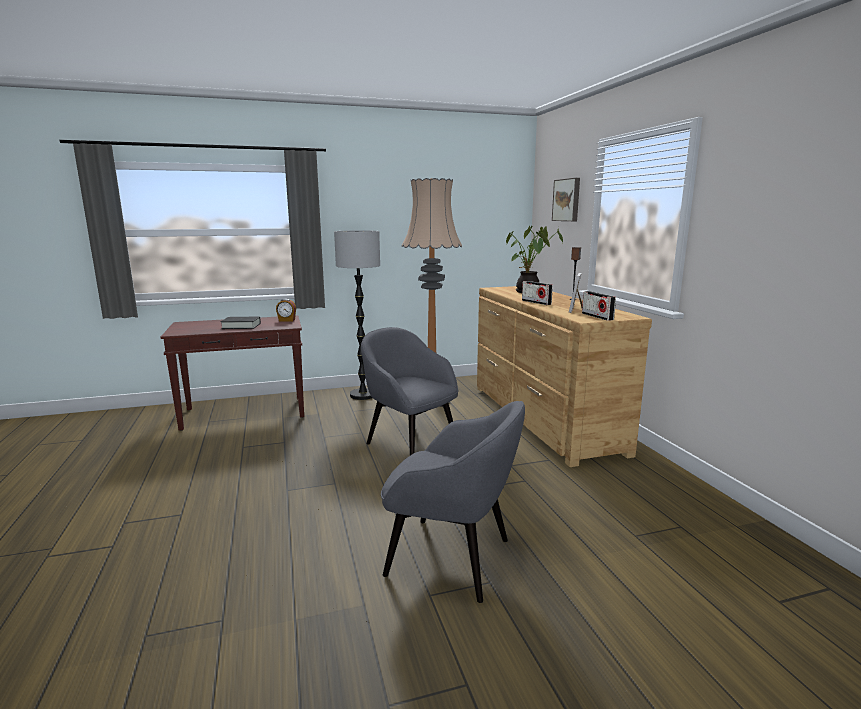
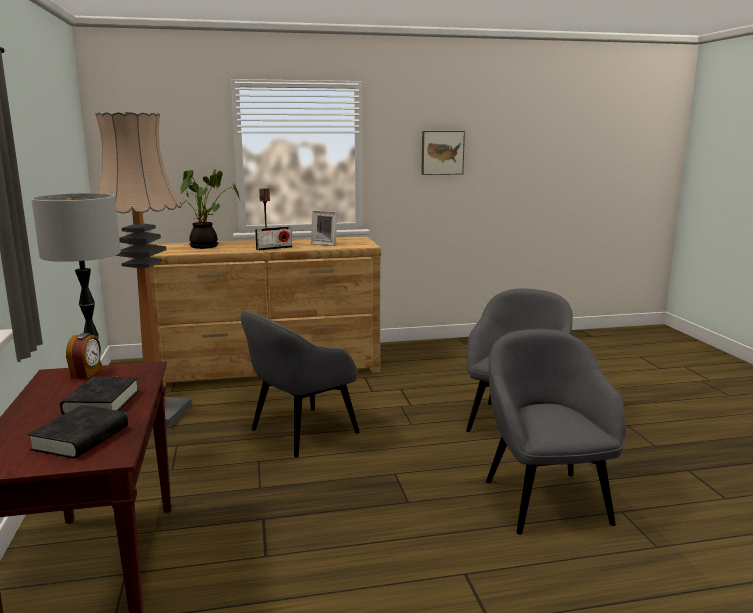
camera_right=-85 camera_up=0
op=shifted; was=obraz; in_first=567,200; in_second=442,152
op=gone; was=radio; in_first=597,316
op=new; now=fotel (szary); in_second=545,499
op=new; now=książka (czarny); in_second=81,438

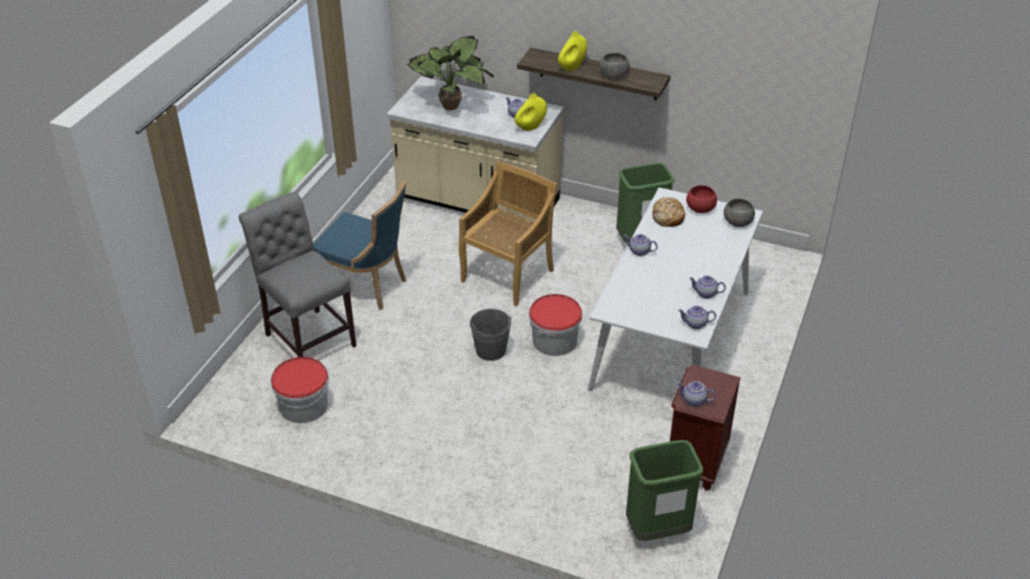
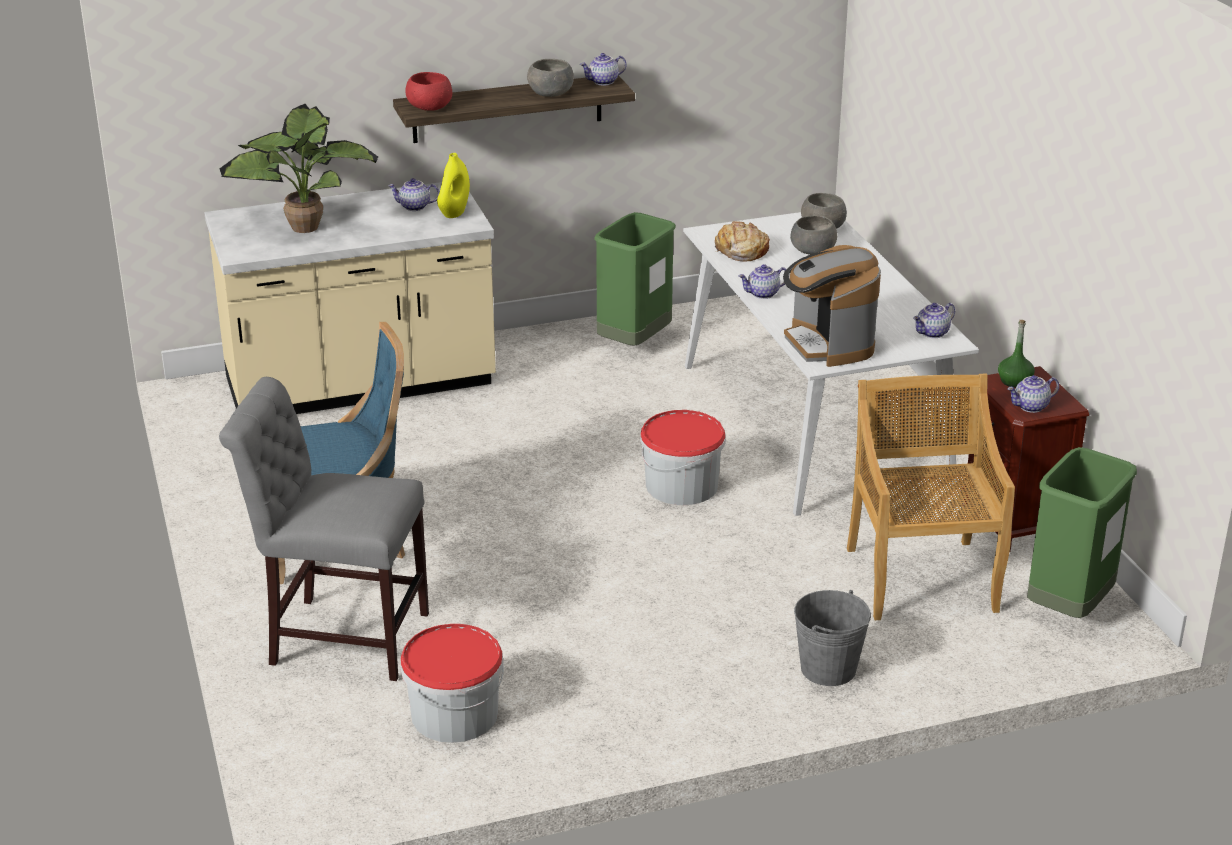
camera_right=-40 camera_up=-10
op=gone; was=wazon (żółty); in_first=572,67
op=shifted; was=krzesło (beżowy); in_first=508,275; in_second=921,578
op=shifted; was=miska (czerwony); in_first=700,208; in_second=430,107
op=shifted; was=imbryk; in_first=705,294; in_second=603,82
op=shifted; was=wiadro (szary); in_first=491,350; in_second=828,669
op=new; now=miska (szary); in_second=812,250
op=new; now=ekspres do kawy; in_second=828,344
op=new; now=butelka (zielony); in_second=1014,381

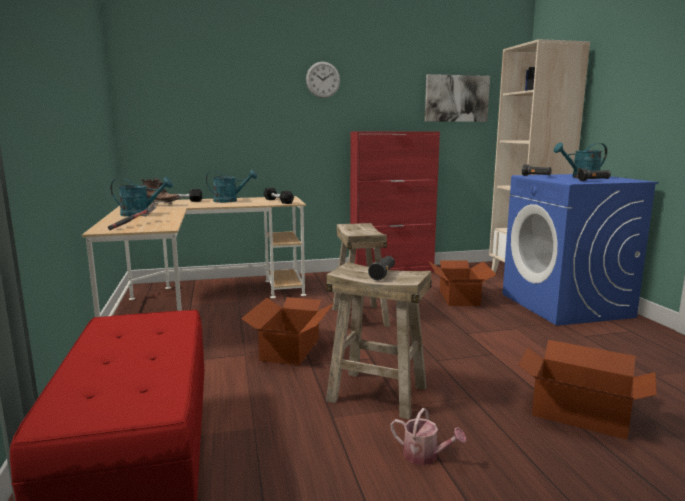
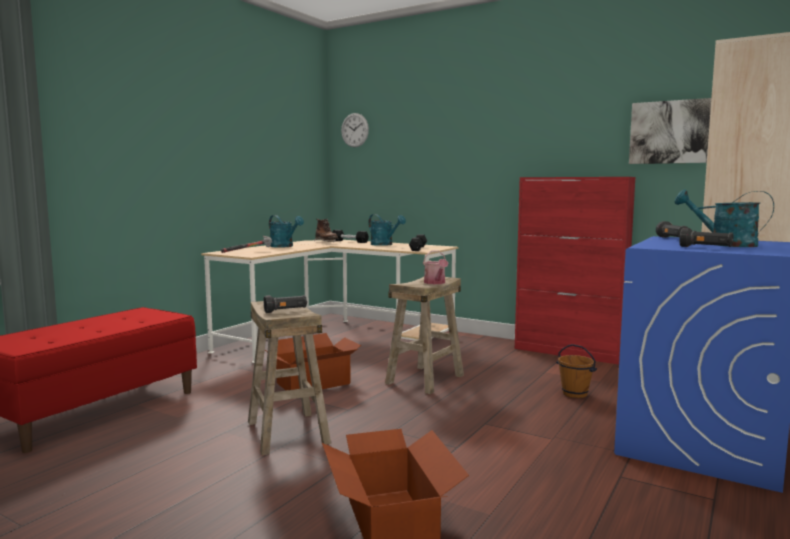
camera_right=45 camera_up=-5
op=shifted; was=zegar ścienny; in_first=323,80; in_second=354,130
op=swapped; was=karton; now=wiadro (brązowy); in_first=459,297; in_second=575,394
op=shifted; was=konewka; in_first=425,456; in_second=435,283

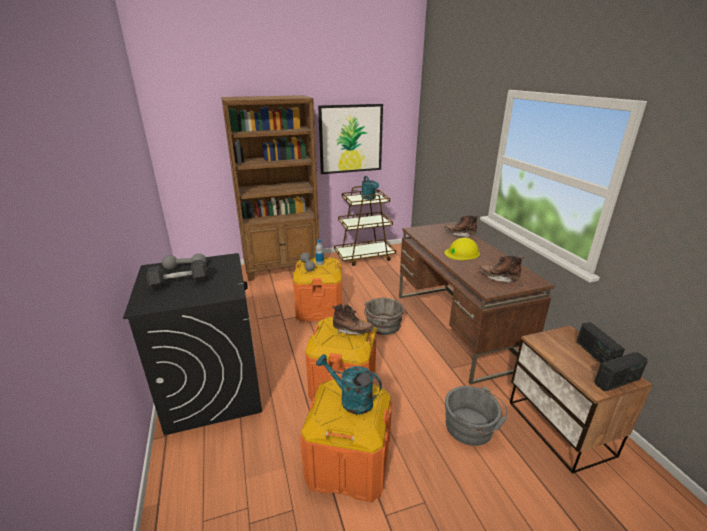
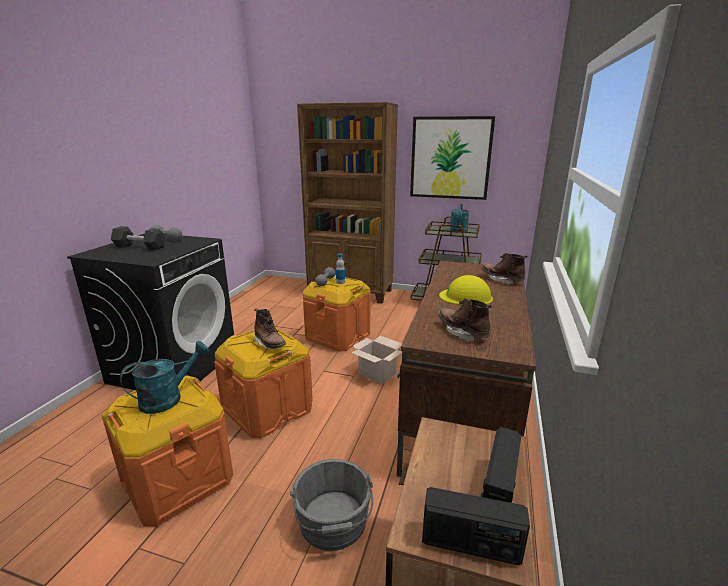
camera_right=35 camera_up=-5
op=swapped; was=wiadro (szary); now=karton; in_first=383,326; in_second=378,374
op=rotated; was=konewka (turkusowy); in_first=351,400; in_second=168,398; clockwise=75

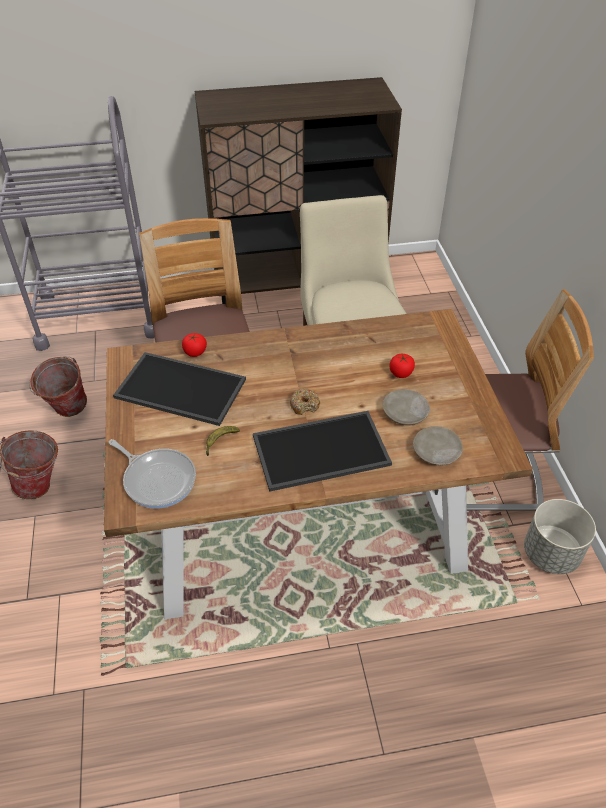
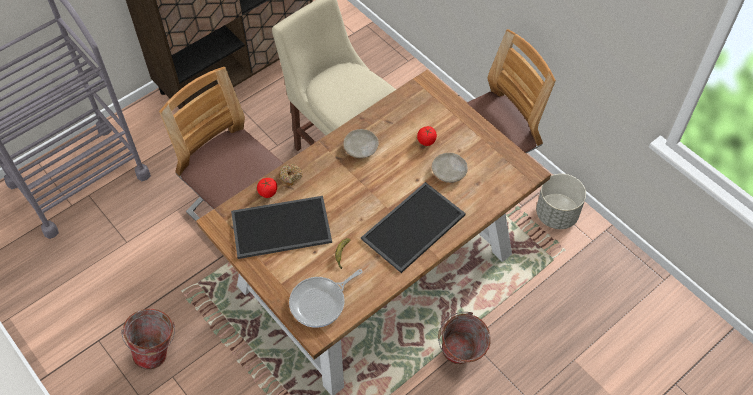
camera_right=-30 camera_up=10
op=shifted; was=wiadro; in_first=66,411; in_second=460,357
op=shifted; was=donut; in_first=305,405; in_second=290,176
op=shifted; was=talerz (beżowy); in_first=436,452; in_second=361,148
op=rotated; was=patelnia; in_first=157,479; in_second=320,302; clockwise=135

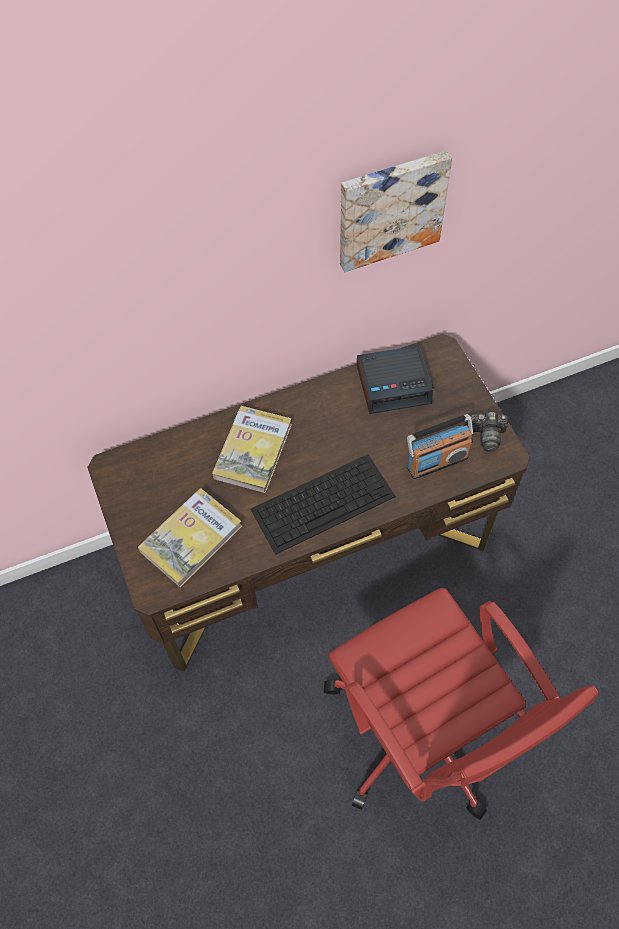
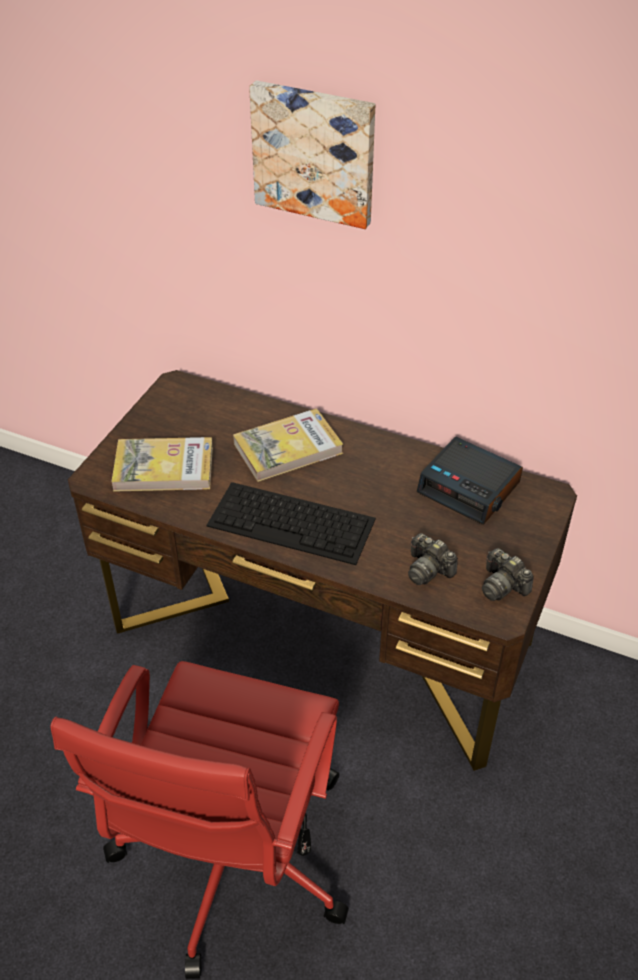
camera_right=45 camera_up=-15
op=shifted; was=obraz; in_first=390,209; in_second=315,152
op=swapped; was=radio; now=aparat fotograficzny; in_first=437,462; in_second=428,569

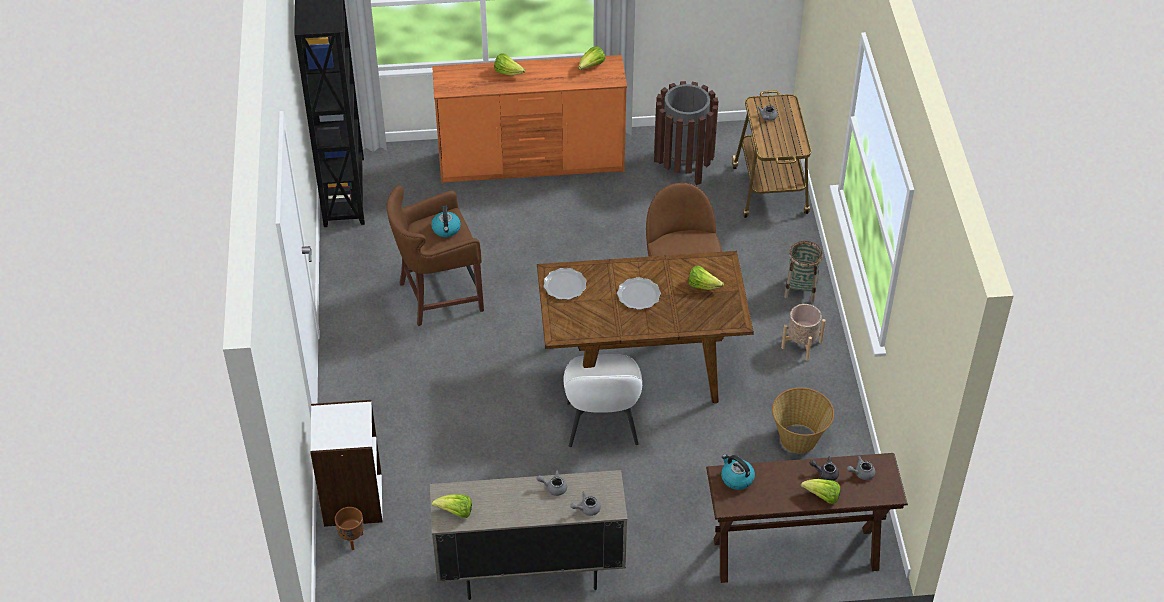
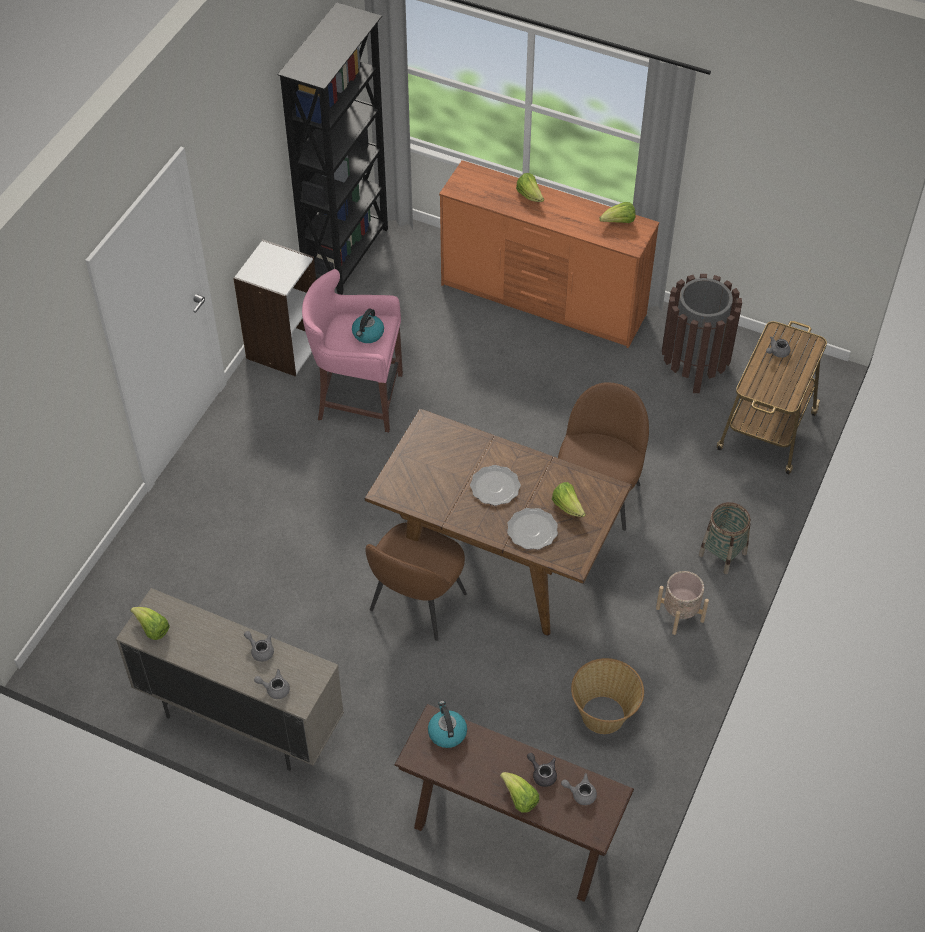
camera_right=30 camera_up=5
op=repainted; was=stołek (brązowy); now=stołek (różowy); in_first=438,296; in_second=357,398
op=shifted; was=talerz; in_first=565,286; in_second=532,530
op=repainted; was=krzesło (biały); now=krzesło (brązowy); in_first=602,426; in_second=416,604
op=shifted; was=regał (biały); in_first=352,500; in_second=283,347
op=gone; was=donica (brązowy); in_first=351,539

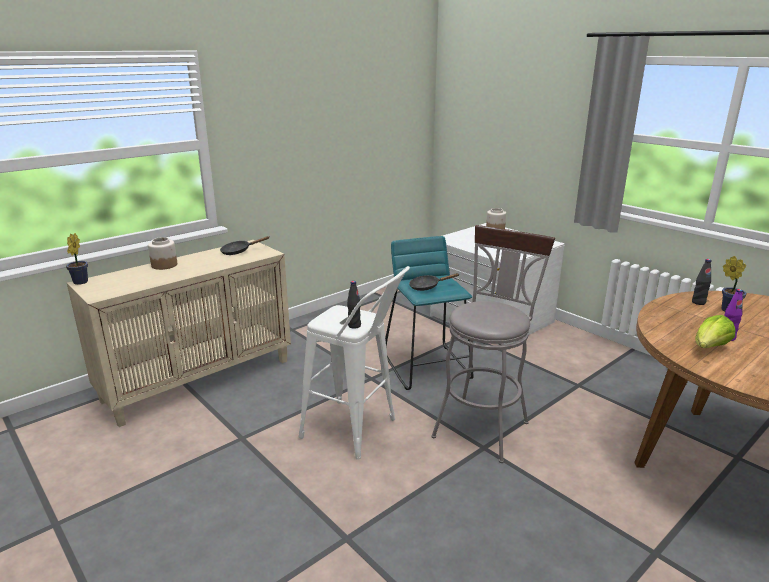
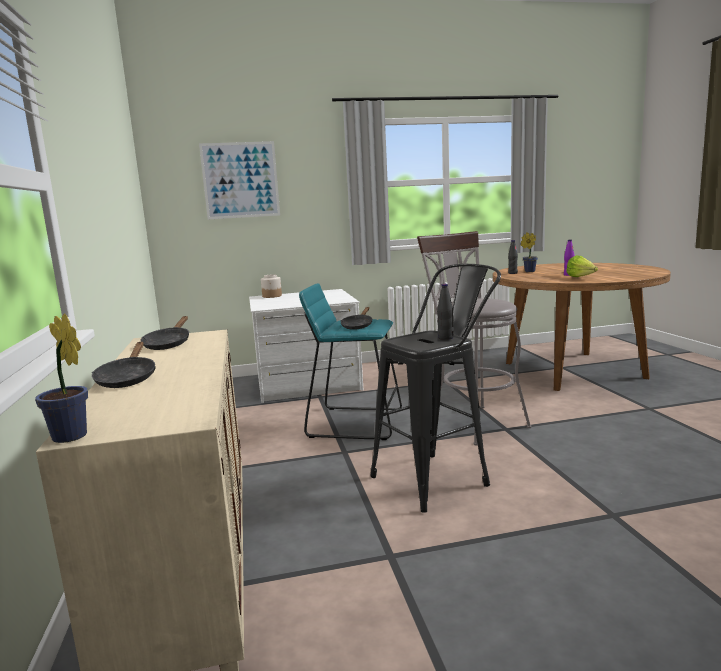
camera_right=-60 camera_up=-10
op=swapped; was=słoik; now=patelnia (czarny); in_first=164,265; in_second=127,379
op=repainted; was=stołek (biały); now=stołek (czarny); in_first=357,432; in_second=439,478
op=new; now=obraz; in_second=240,180

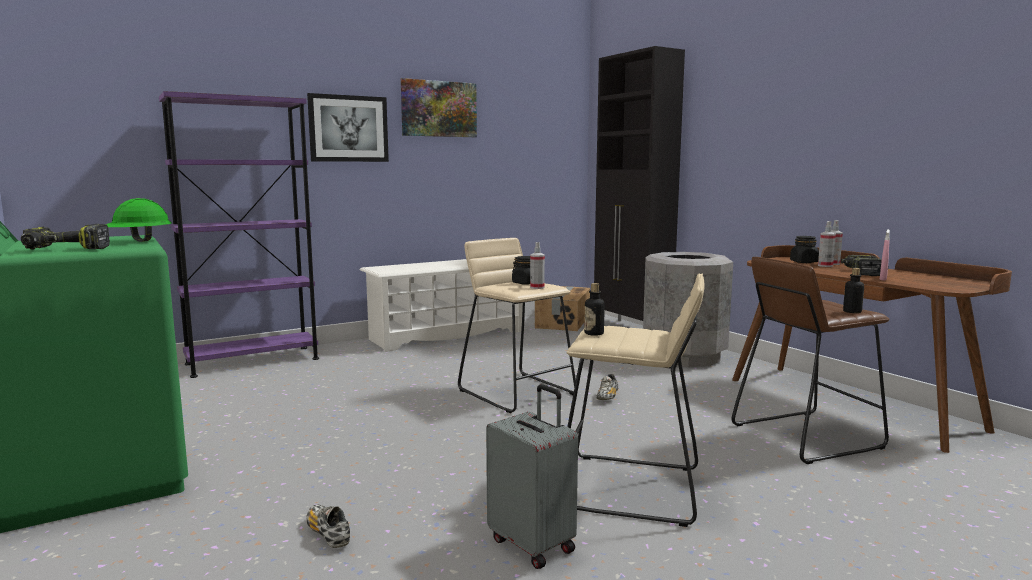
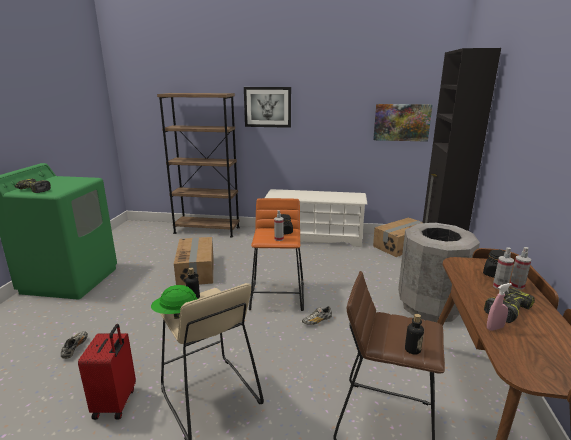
camera_right=40 camera_up=10
op=shifted; was=obraz; in_first=439,109; in_second=401,122
op=repainted; was=regał (fioletowy); now=regał (brązowy); in_first=253,361; in_second=207,230
op=shifted; was=kask (zielony); in_first=138,241; in_second=176,313
op=repainted; was=stołek (beżowy); now=stołek (pomarańczowy); in_first=517,392; in_second=278,296
op=repainted; was=walizka (szary); now=walizka (czerwony); in_first=533,544; in_second=116,403
op=new; now=karton; in_second=196,270

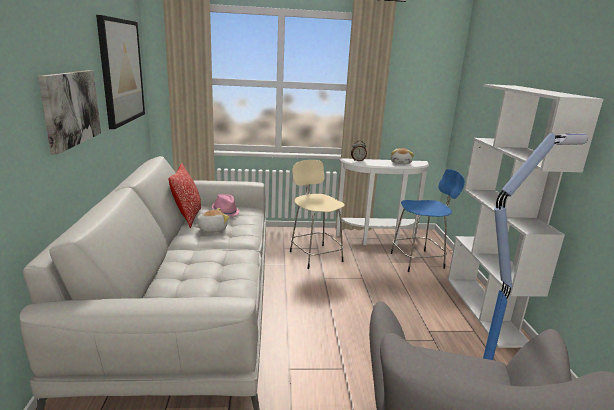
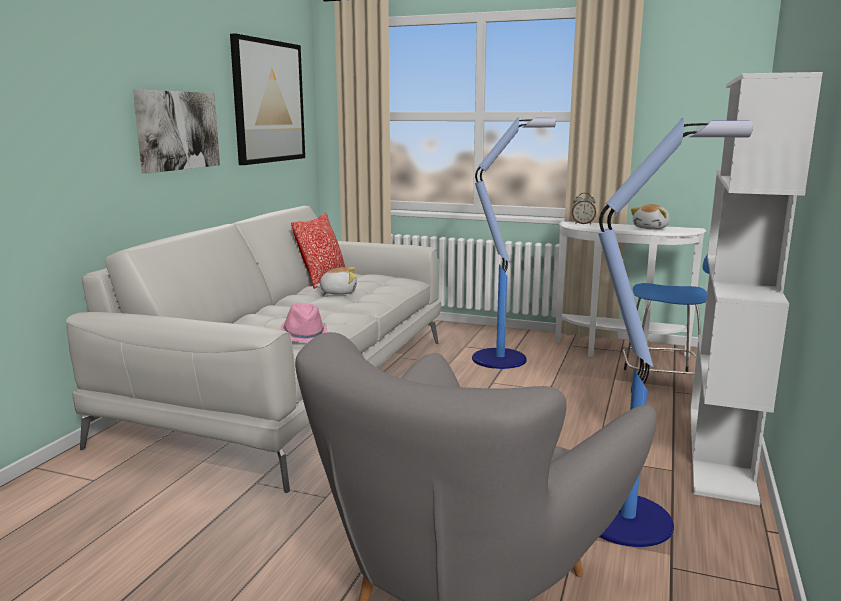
camera_right=25 camera_up=-5
op=swapped; was=stołek (beżowy); now=lampa stojąca; in_first=315,255; in_second=501,359
op=shifted; was=kapelusz (różowy); in_first=225,212; in_second=304,335

